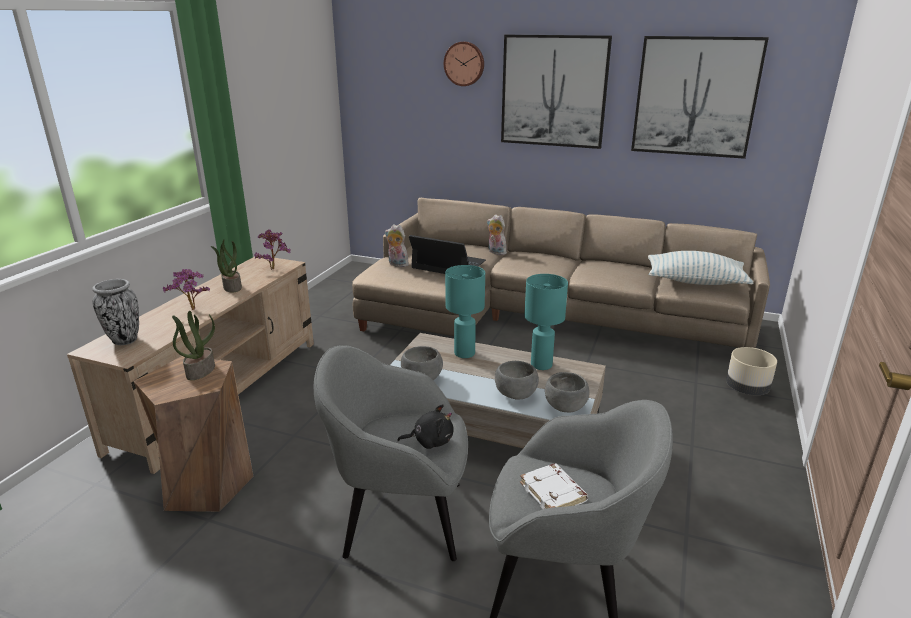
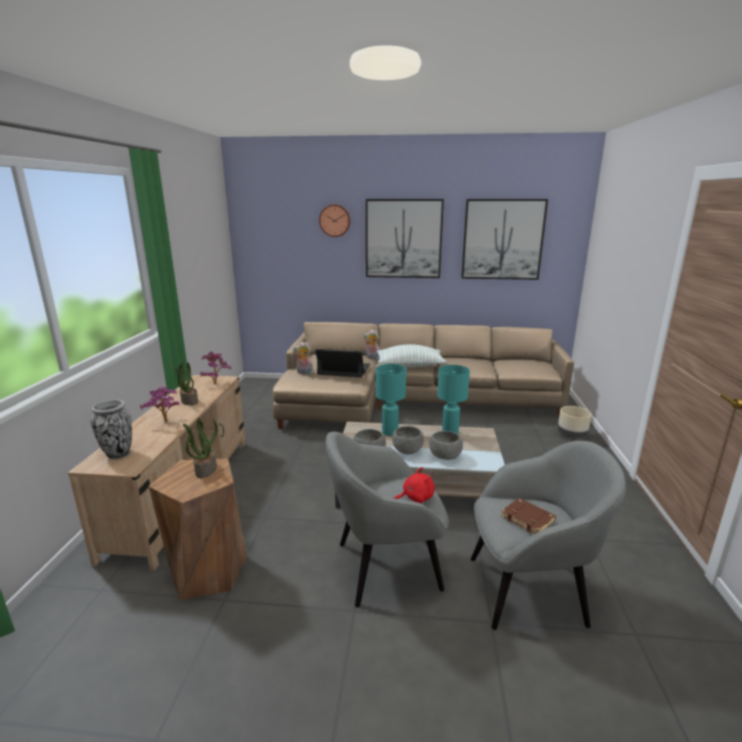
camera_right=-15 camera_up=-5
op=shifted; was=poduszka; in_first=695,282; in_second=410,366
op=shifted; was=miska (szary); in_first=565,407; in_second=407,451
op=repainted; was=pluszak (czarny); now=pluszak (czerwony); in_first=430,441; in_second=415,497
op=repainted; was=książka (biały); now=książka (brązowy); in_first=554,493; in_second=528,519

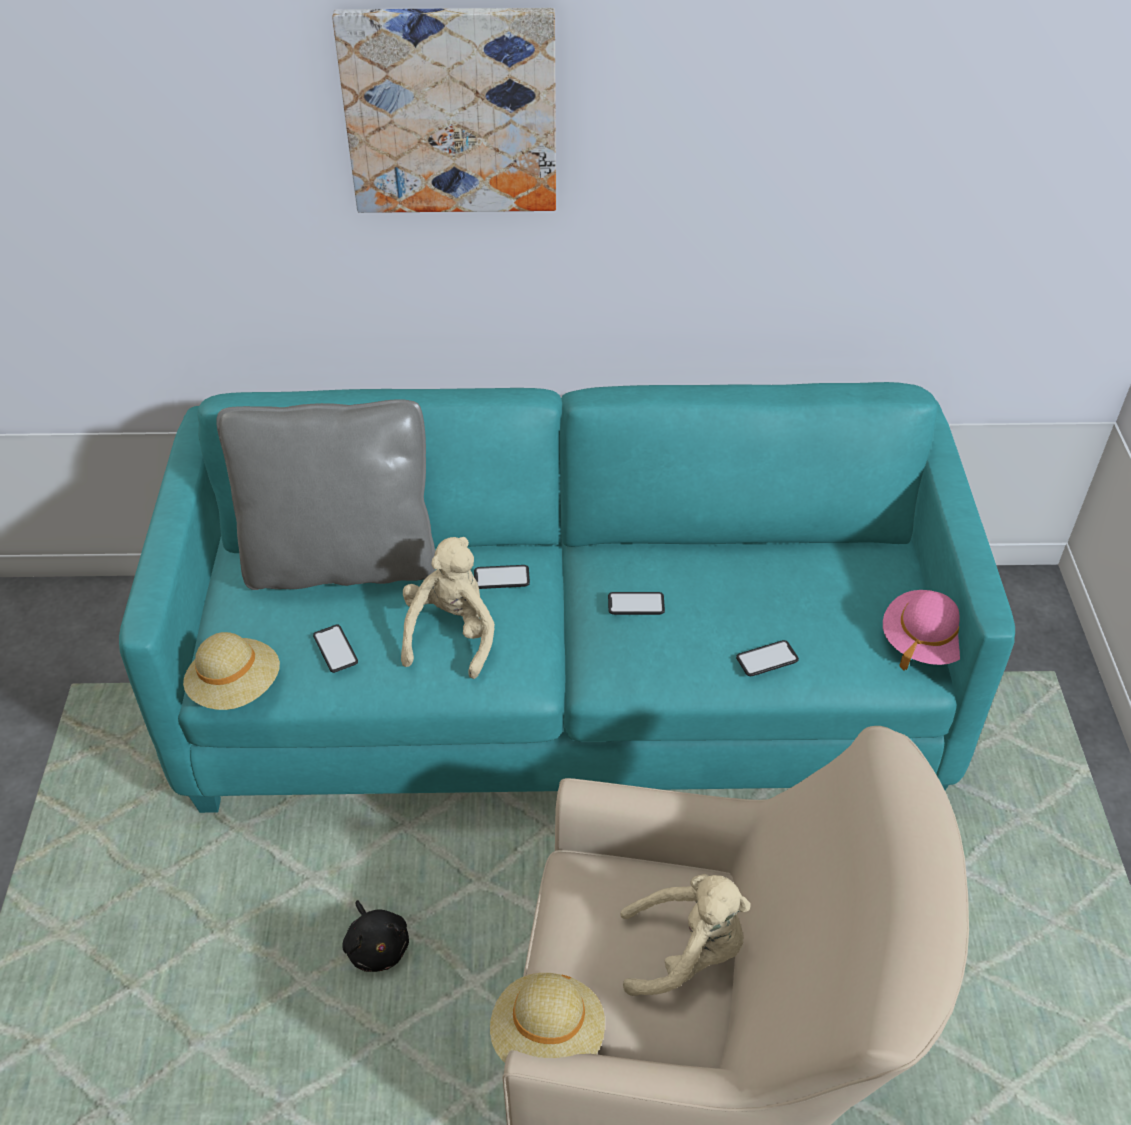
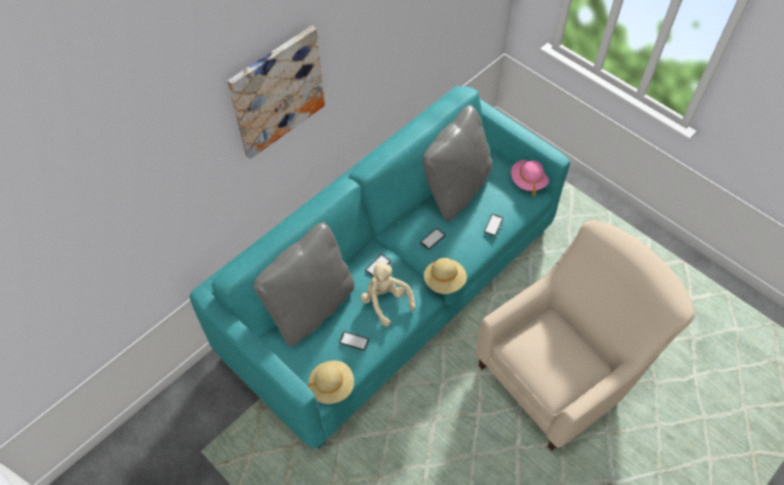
camera_right=-45 camera_up=10
op=gone; was=pluszak (beżowy); in_first=686,952
op=gone; was=pluszak (czarny); in_first=377,946
op=shifted; was=kapelusz (beżowy); in_first=548,1037; in_second=444,281
op=new; now=poduszka (szary); in_second=456,189

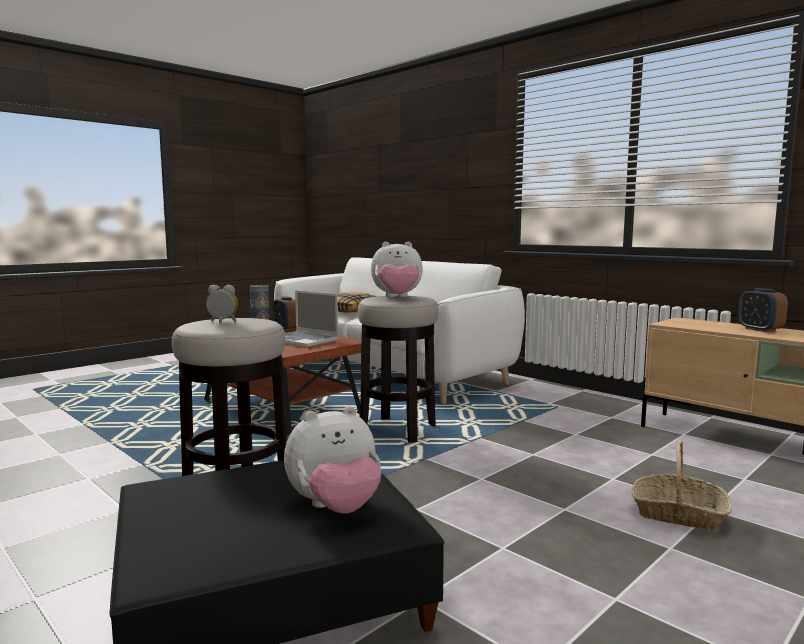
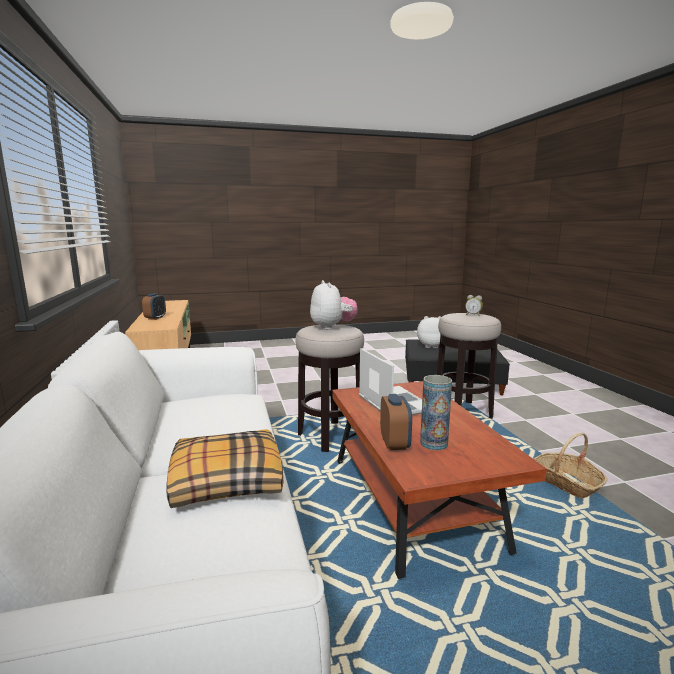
camera_right=-150 camera_up=5
op=rotated; was=pluszak; in_first=397,297; in_second=332,327; clockwise=45
op=shifted; was=koszyk; in_first=678,514; in_second=566,482

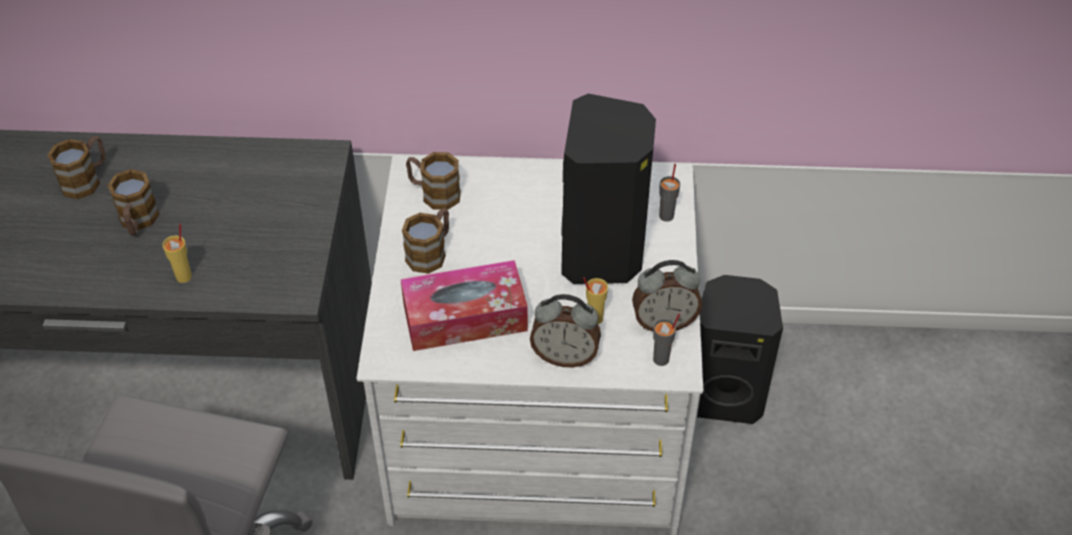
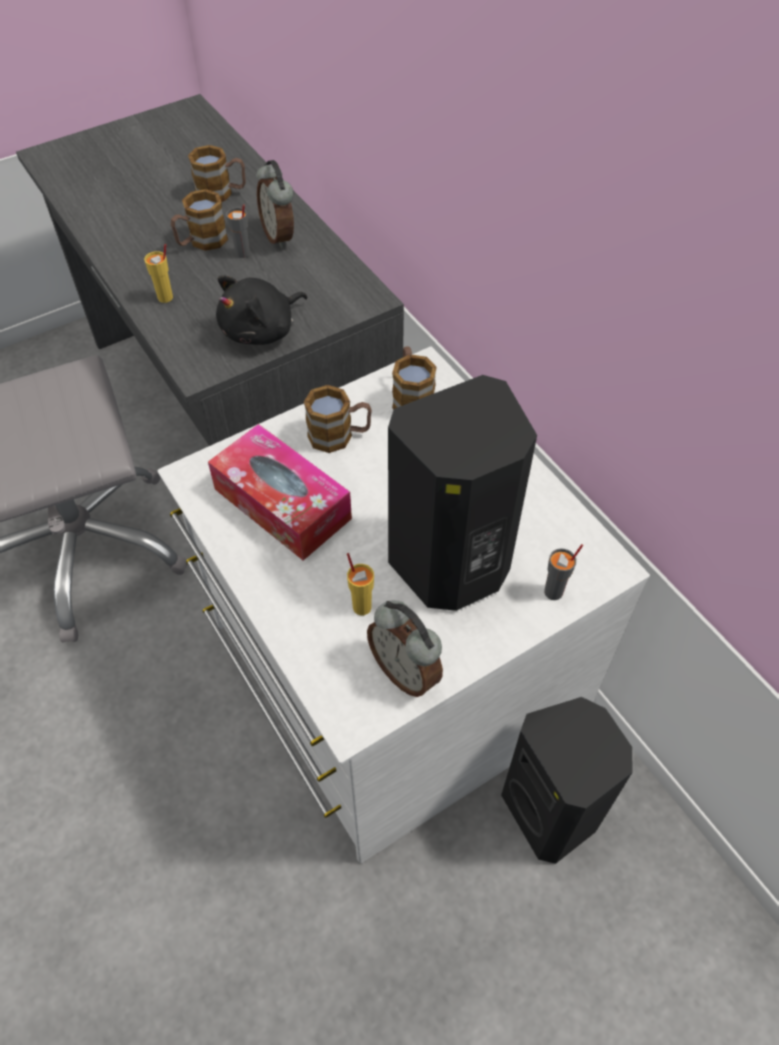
camera_right=55 camera_up=5
op=shifted; was=budzik; in_first=565,356; in_second=280,236
op=shifted; was=filiżanka (szary); in_first=661,359; in_second=243,253
op=new; now=pluszak (czarny); in_second=262,330

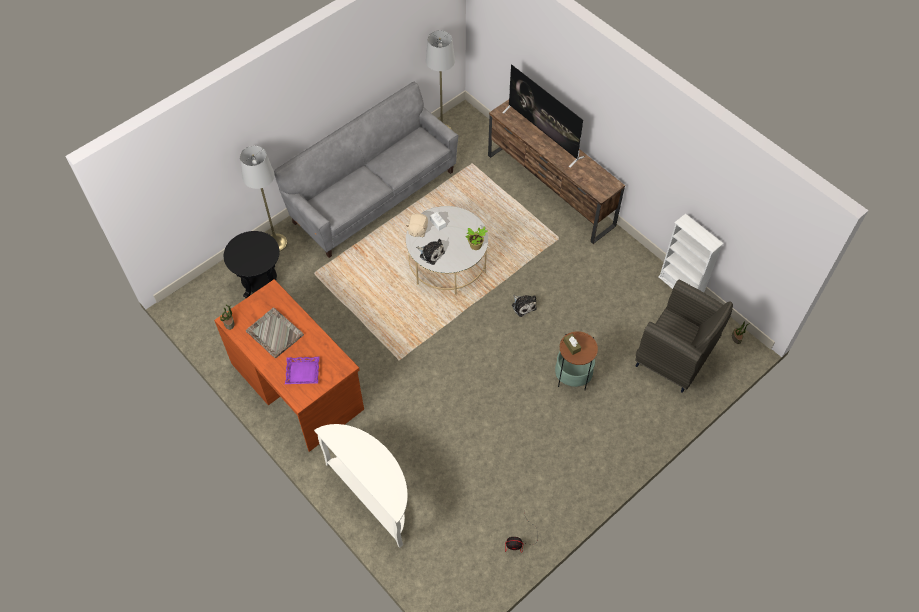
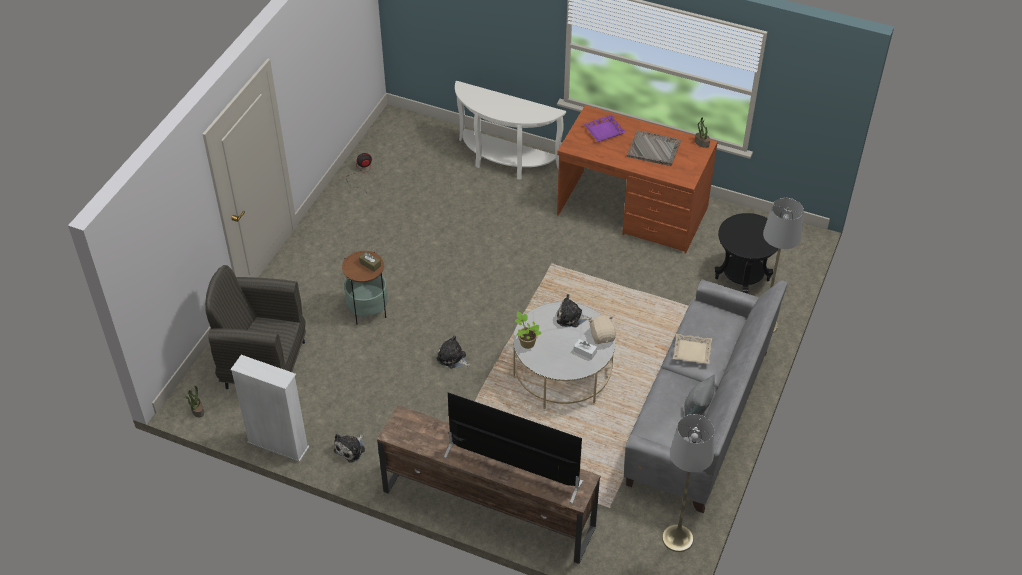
camera_right=155 camera_up=-10
op=new; now=taca (beżowy); in_second=692,351
op=new; now=poduszka (szary); in_second=697,408
op=new; now=pluszak; in_second=351,449

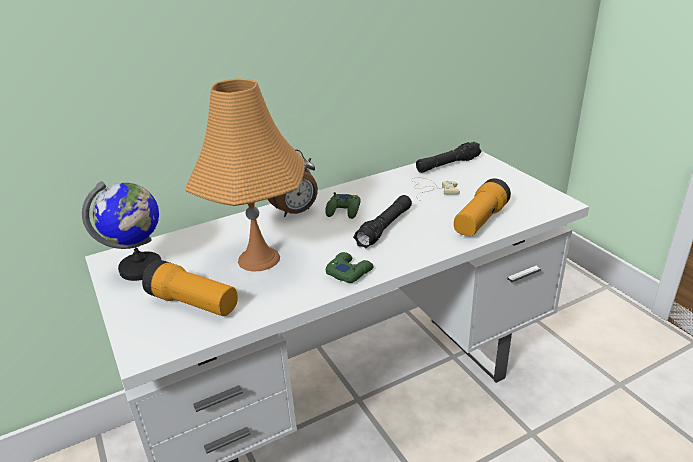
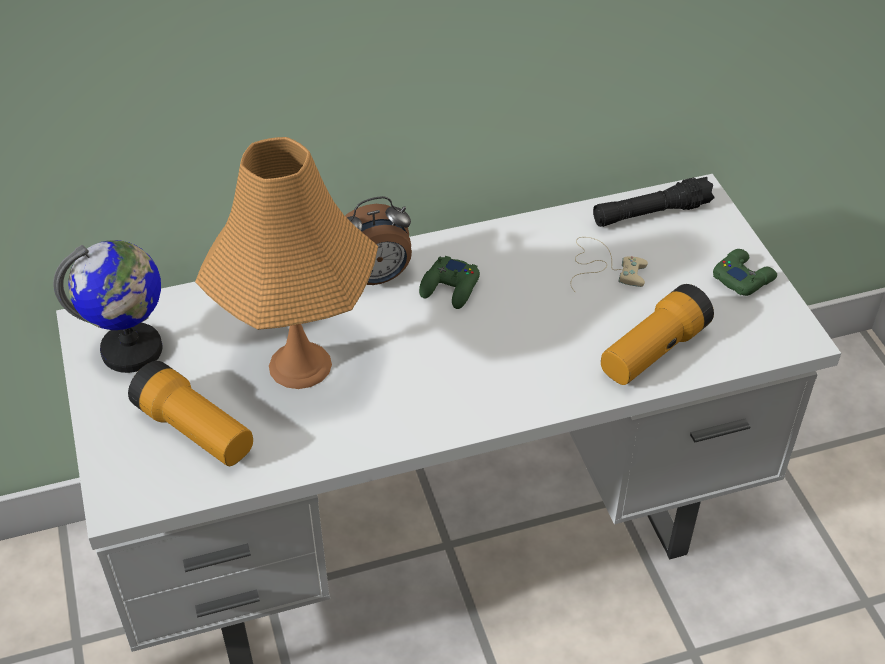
camera_right=10 camera_up=15
op=gone; was=latarka (czarny); in_first=385,228
op=shifted; was=pad do gier (zielony); in_first=349,272; in_second=743,277

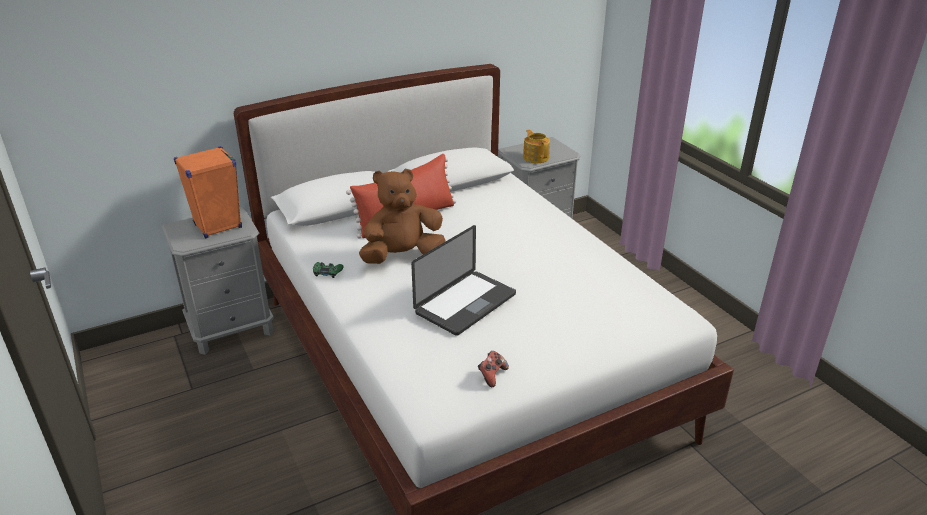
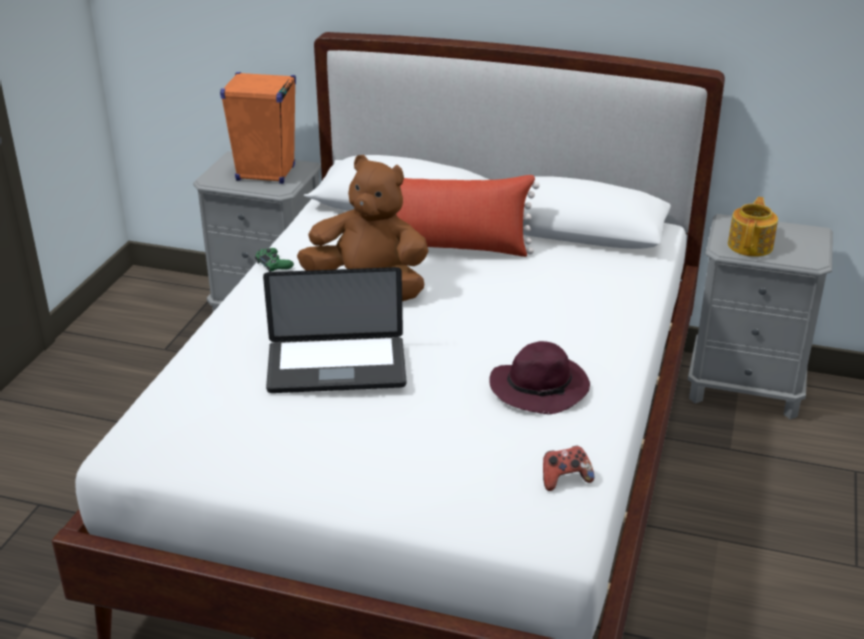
camera_right=45 camera_up=0
op=shifted; was=pad do gier; in_first=492,375; in_second=565,479
op=new; now=kapelusz (fioletowy); in_second=540,388

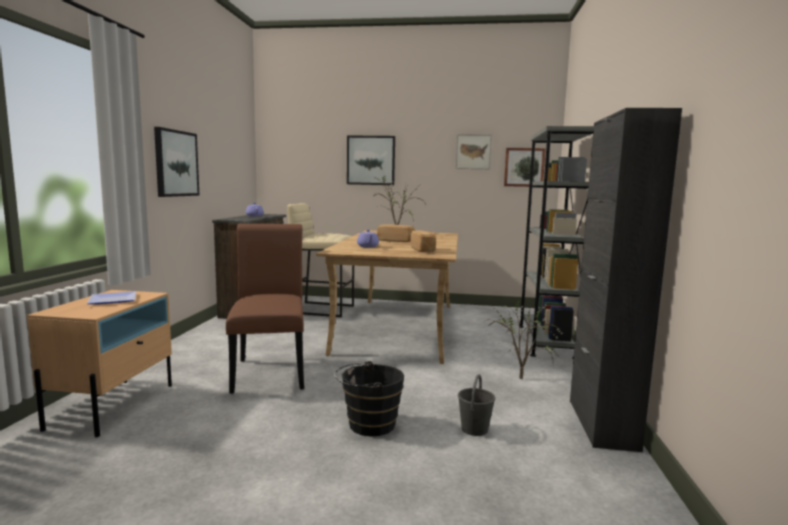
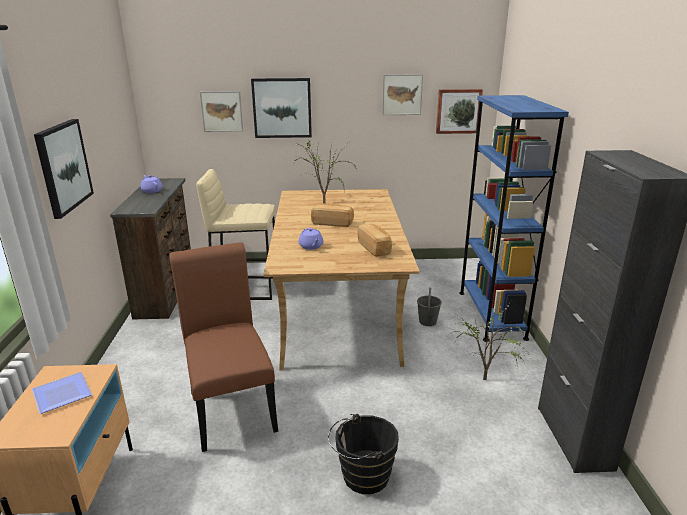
camera_right=-10 camera_up=15
op=repainted; was=regał (szary); now=regał (niebieski); in_first=545,341; in_second=491,314
op=shifted; was=wiadro (szary); in_first=474,429; in_second=427,321
op=new; now=obraz; in_second=221,111

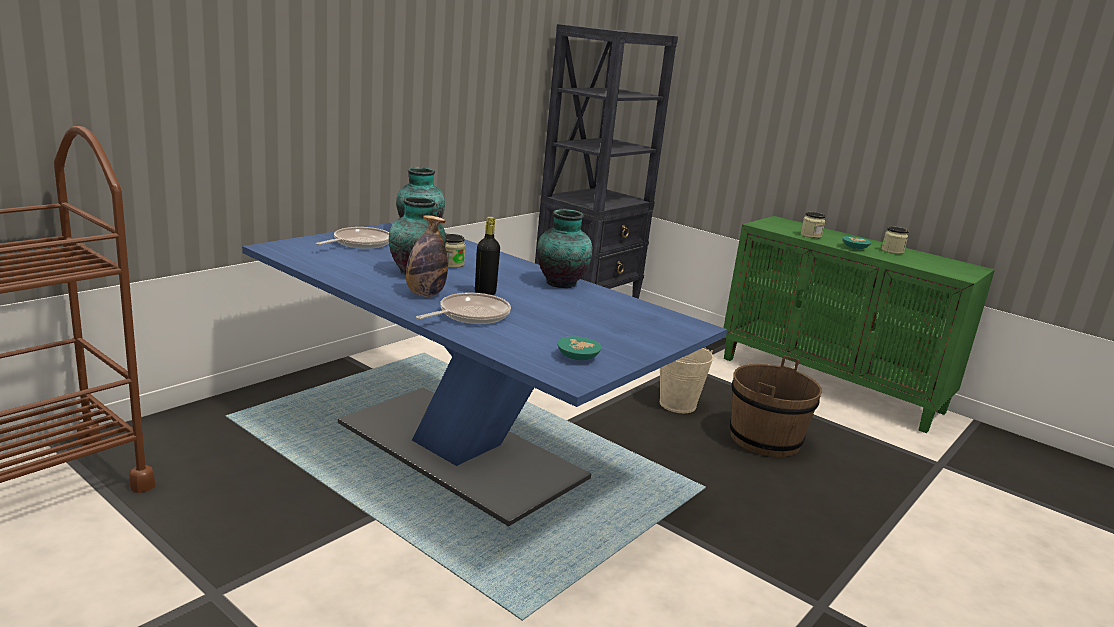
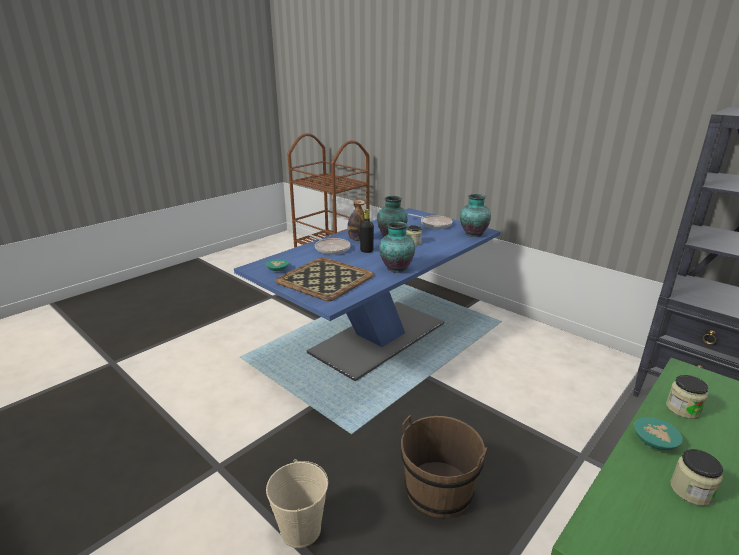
camera_right=95 camera_up=5
op=shifted; was=wiadro (beżowy); in_first=678,404; in_second=300,529
op=new; now=taca; in_second=324,279

